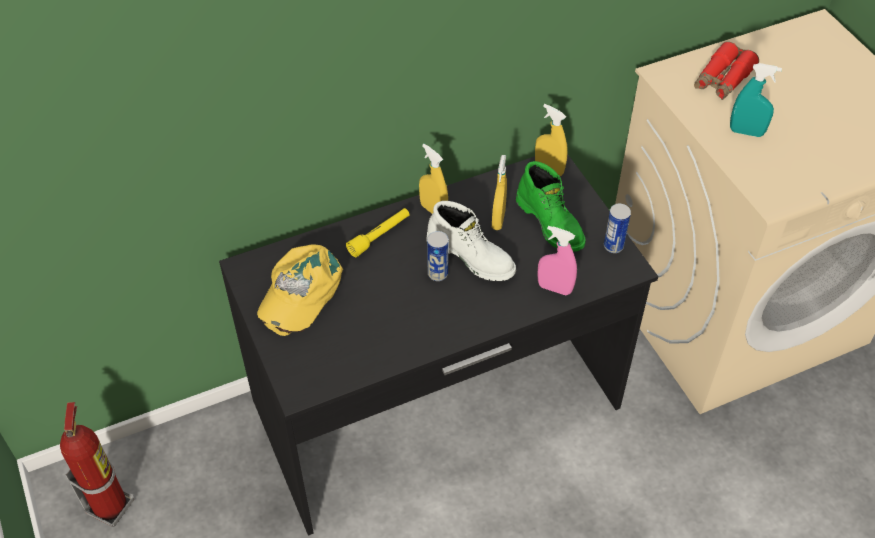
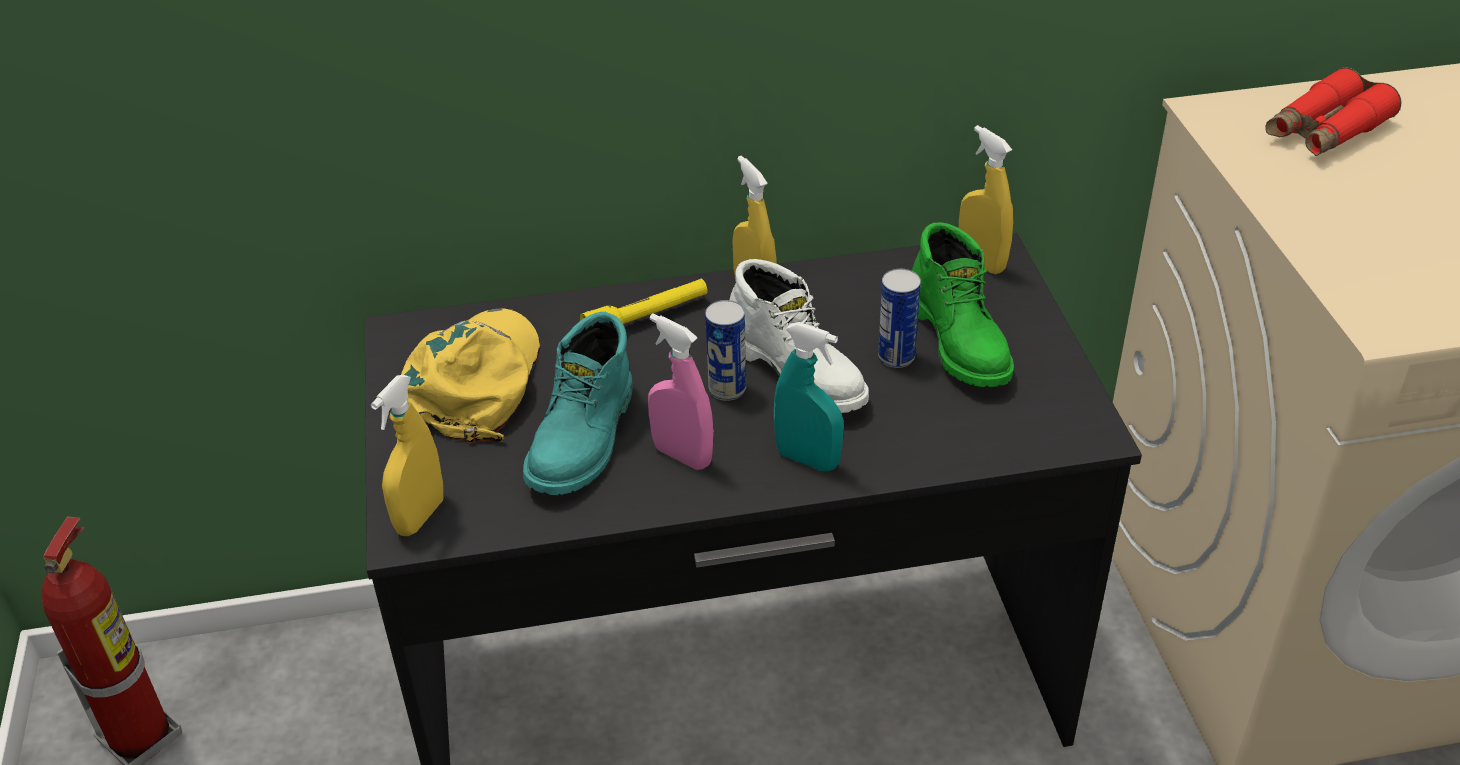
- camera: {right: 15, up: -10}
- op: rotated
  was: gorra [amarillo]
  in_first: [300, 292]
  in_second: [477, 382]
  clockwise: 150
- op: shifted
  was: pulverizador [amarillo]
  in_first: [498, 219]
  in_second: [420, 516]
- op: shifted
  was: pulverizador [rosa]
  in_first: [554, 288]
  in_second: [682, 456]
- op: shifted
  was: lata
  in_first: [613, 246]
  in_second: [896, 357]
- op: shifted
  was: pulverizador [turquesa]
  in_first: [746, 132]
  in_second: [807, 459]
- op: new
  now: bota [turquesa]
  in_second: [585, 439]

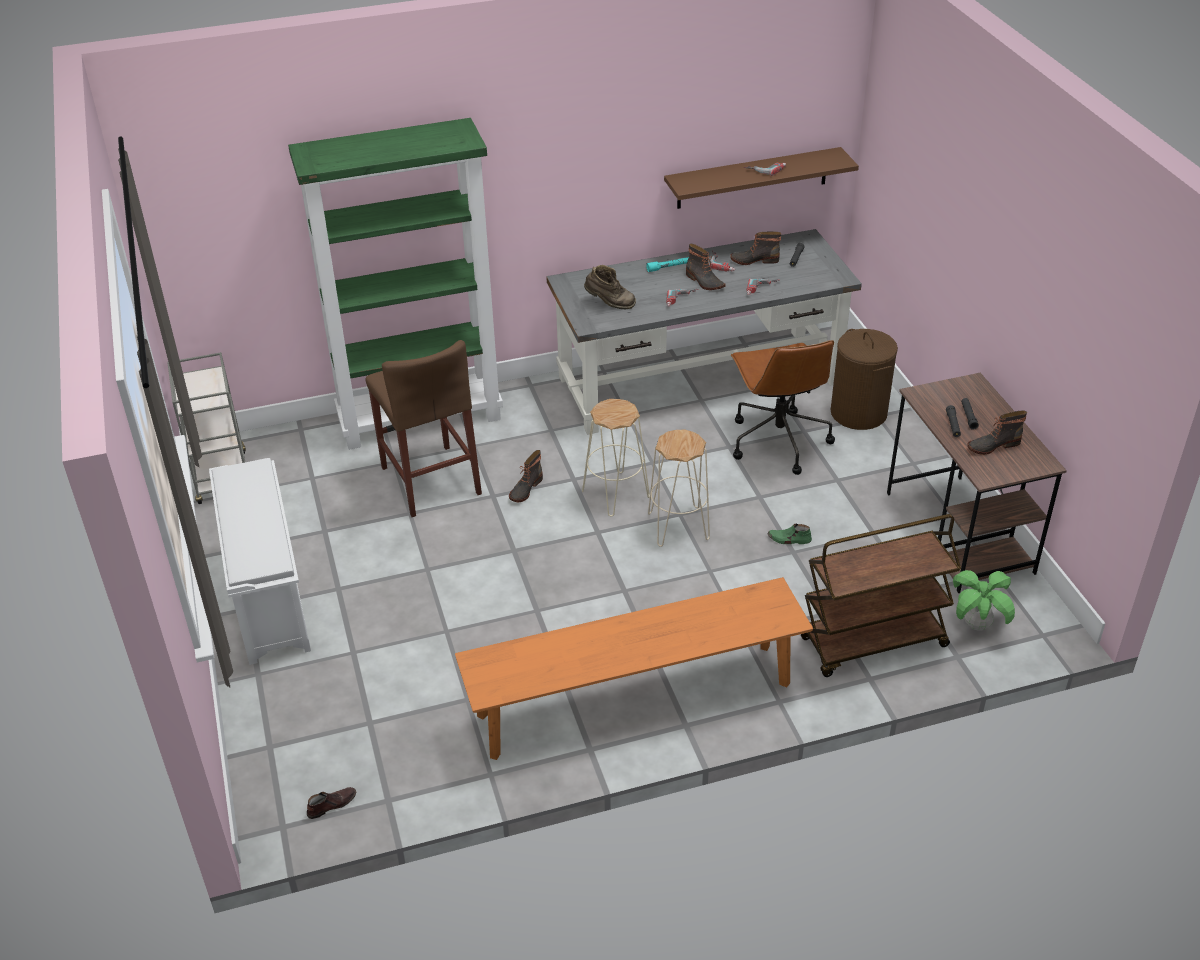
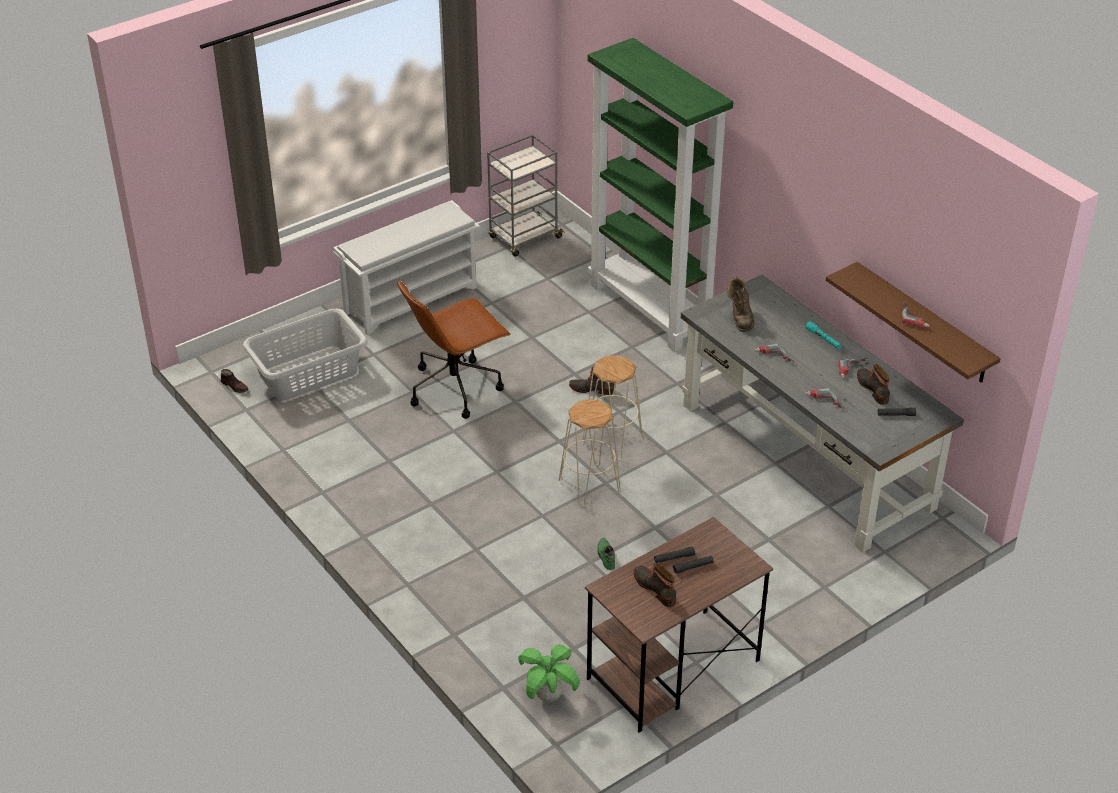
- camera: {right: 70, up: 0}
- op: gone
  was: taburete [marrón]
  in_first: [430, 480]
- op: gone
  was: banco [naranja]
  in_first: [635, 700]
- op: gone
  was: bota
  in_first: [704, 282]
- op: shifted
  was: silla de oficina [marrón]
  in_first: [777, 441]
  in_second: [456, 387]
- op: gone
  was: carrito [marrón]
  in_first: [872, 643]
- op: gone
  was: cesto de la ropa [marrón]
  in_first: [859, 413]
- op: new
  now: cesto de la ropa [gris]
  in_second: [307, 373]

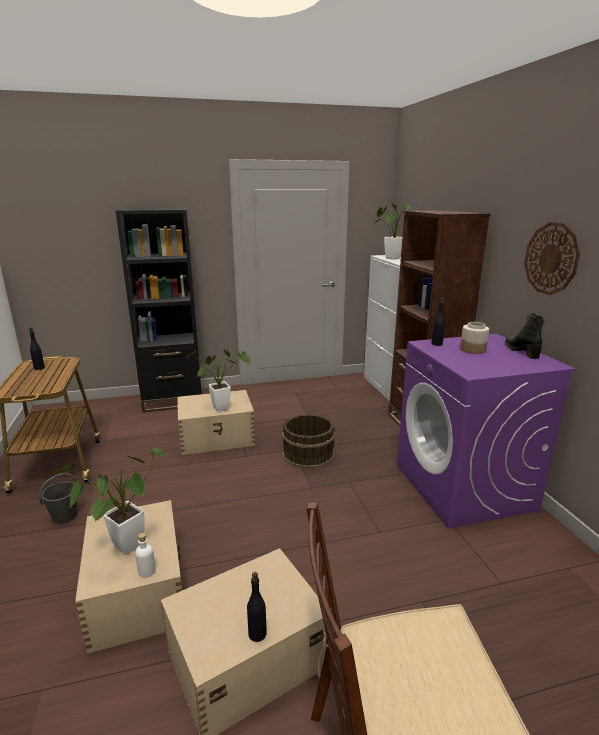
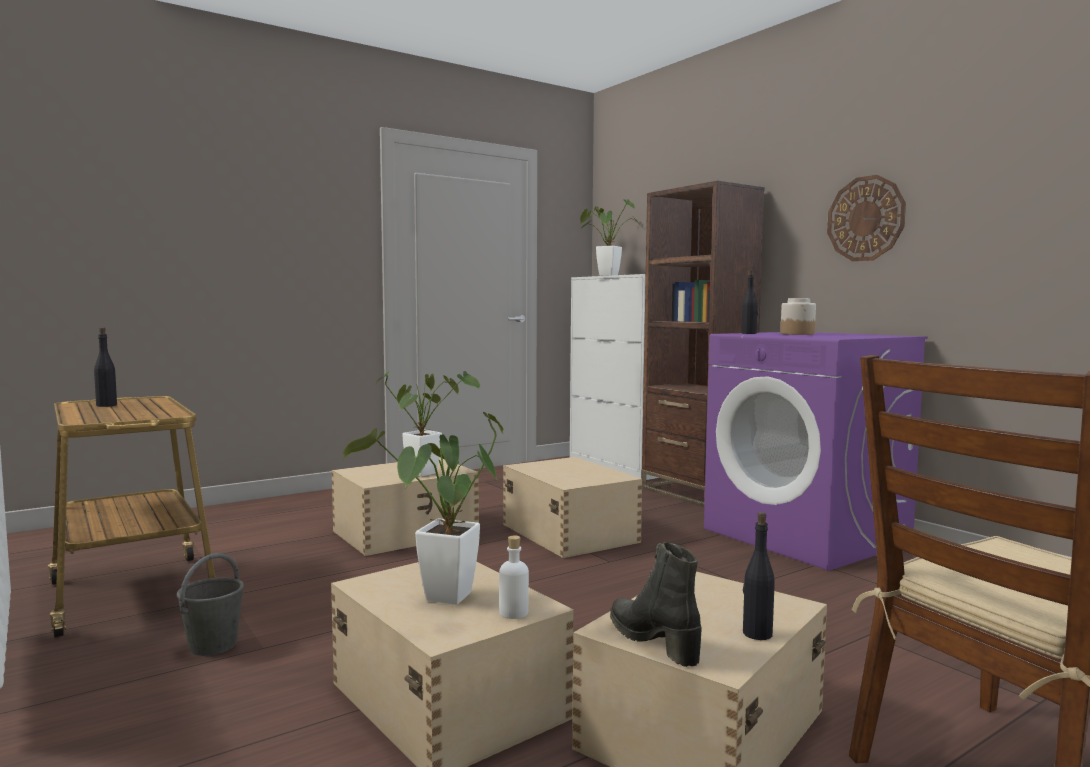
- camera: {right: -20, up: -15}
- op: gone
  was: estantería [negro]
  in_first: [173, 400]
- op: swapped
  was: cubo [marrón]
  now: caja de almacenaje [beis]
  in_first: [308, 454]
  in_second: [569, 532]
- op: shifted
  was: bota [negro]
  in_first: [521, 351]
  in_second: [654, 641]

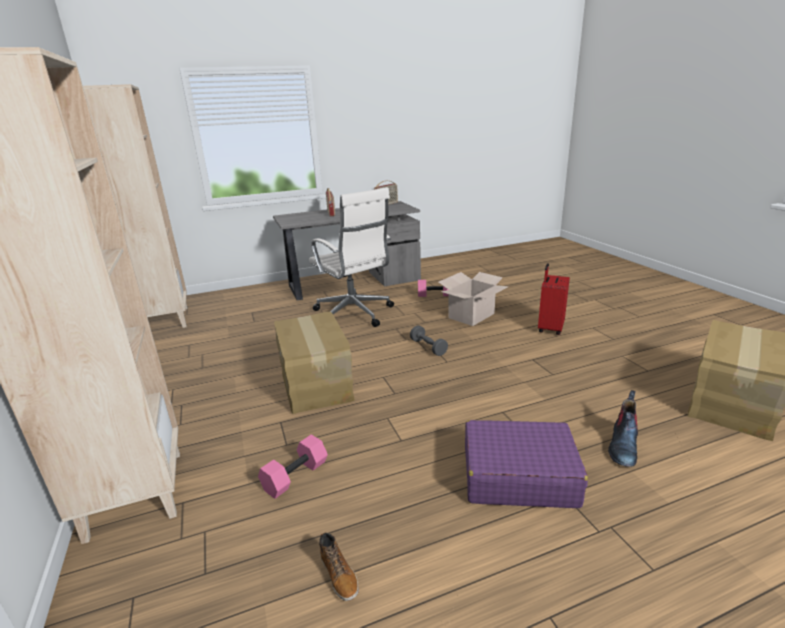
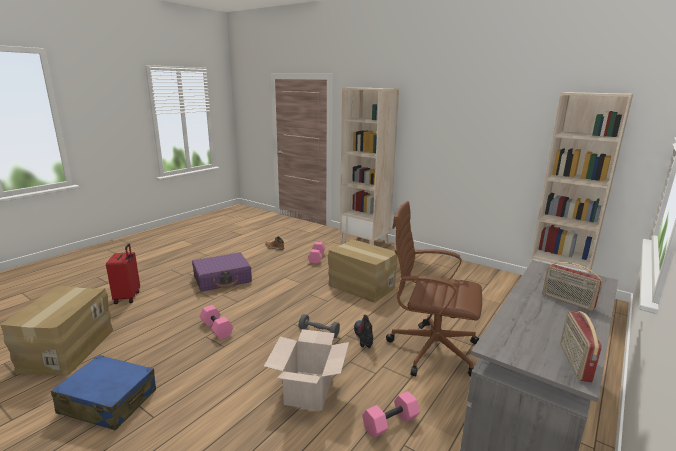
- camera: {right: 145, up: -5}
- op: repainted
  was: silla de oficina [blanco]
  now: silla de oficina [marrón]
  in_first: [354, 314]
  in_second: [430, 349]
- op: shifted
  was: maleta [rojo]
  in_first: [549, 328]
  in_second: [128, 297]
- op: shifted
  was: bota
  in_first: [623, 446]
  in_second: [364, 337]
- op: new
  now: maleta [azul]
  in_second: [108, 402]
- op: new
  now: mancuerna [rosa]
  in_second: [216, 329]

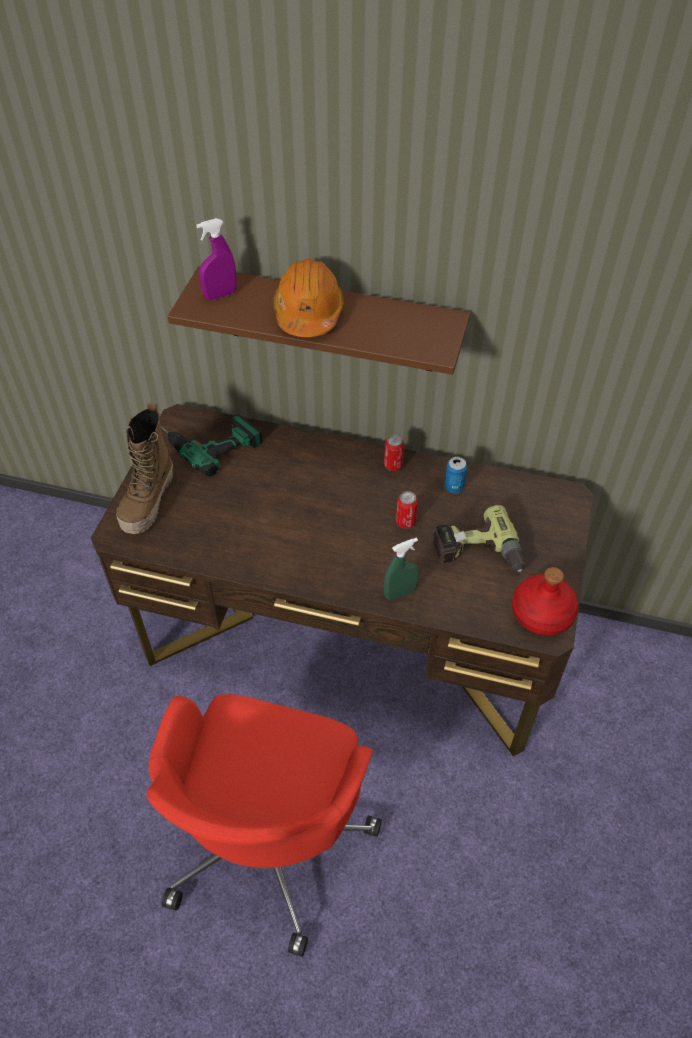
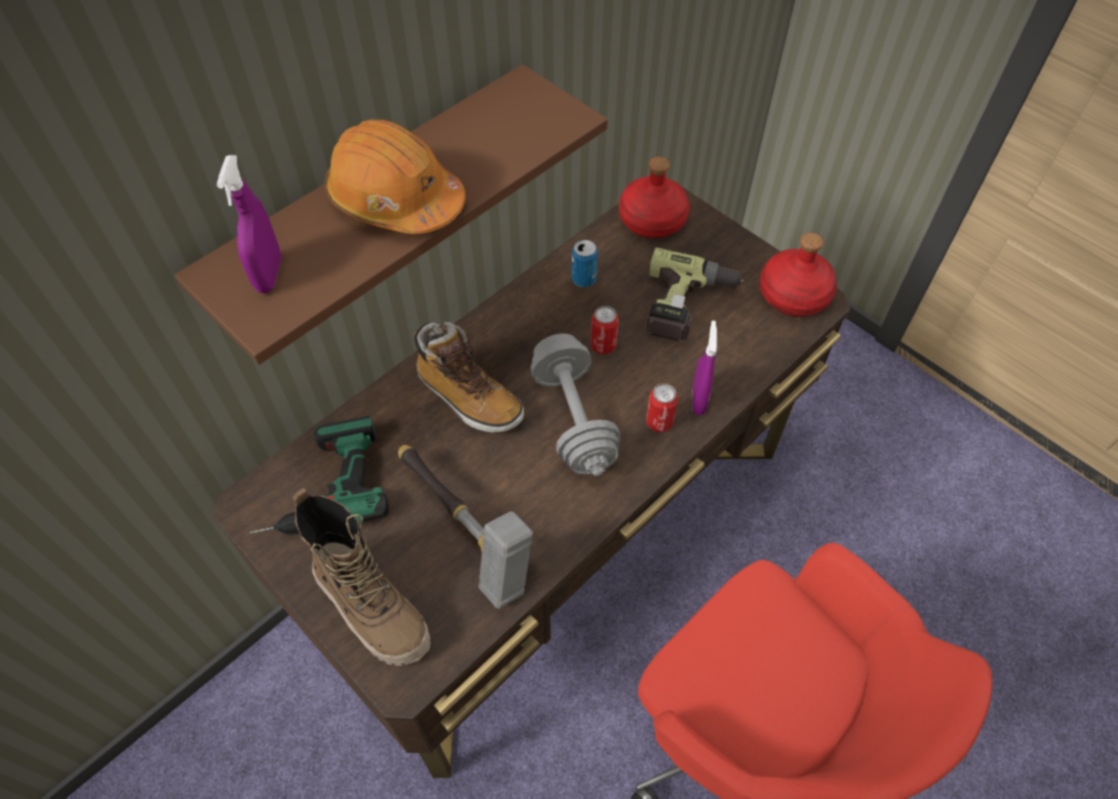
- camera: {right: -60, up: 5}
- op: shifted
  was: lata
  in_first: [393, 465]
  in_second: [659, 422]
- op: repainted
  was: pulverizador [verde]
  now: pulverizador [morado]
  in_first: [399, 593]
  in_second: [698, 400]
- op: new
  now: martillo
  in_second: [465, 532]
- op: new
  now: bota
  in_second: [468, 397]
- op: new
  now: mancuerna [gris]
  in_second: [574, 419]
- op: new
  now: botella [rojo]
  in_second: [651, 220]

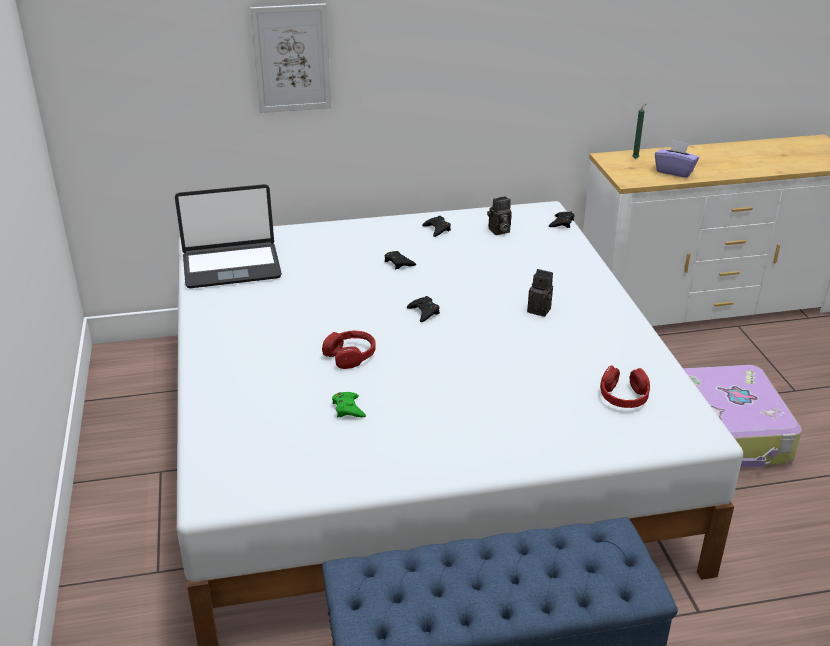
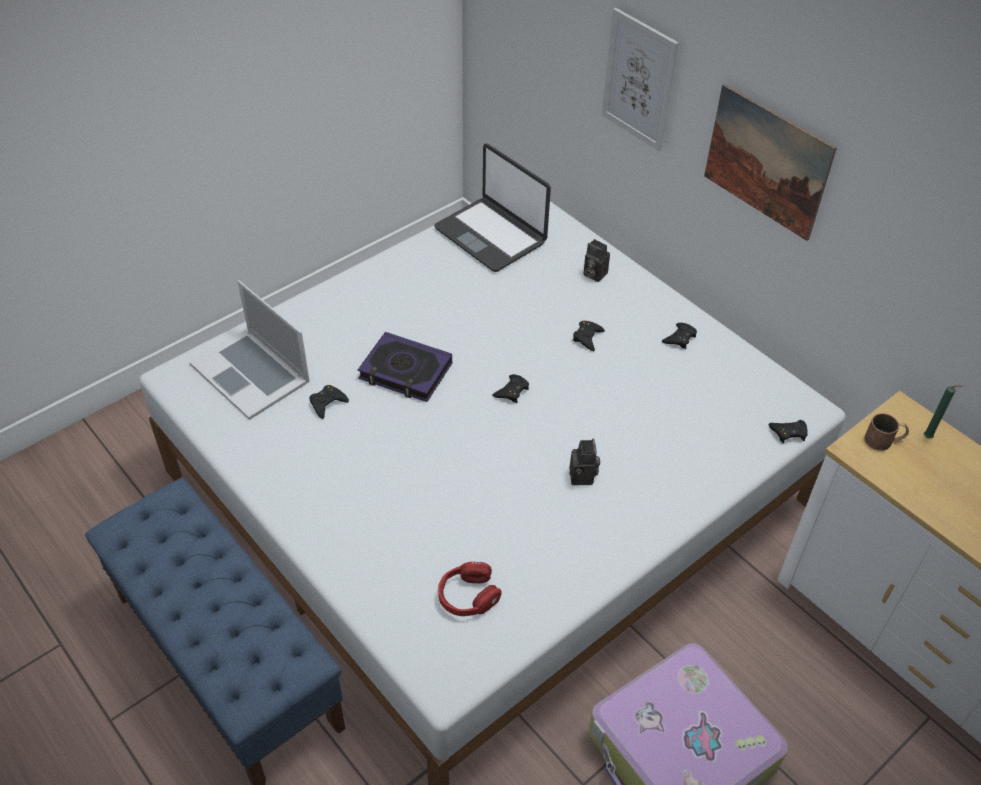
- camera: {right: 60, up: 15}
- op: swapped
  was: auriculares [rojo]
  now: libro
  in_first: [350, 355]
  in_second: [405, 372]
- op: repainted
  was: mando de consola [verde]
  now: mando de consola [negro]
  in_first: [348, 409]
  in_second: [327, 403]
- op: shifted
  was: cámara
  in_first: [498, 231]
  in_second: [593, 274]
- op: gone
  was: caja de pañuelos [morado]
  in_first: [674, 171]
- op: new
  now: portátil
  in_second: [250, 372]
- op: new
  now: cuadro
  in_second: [767, 162]
- op: new
  now: taza grande [marrón]
  in_second: [884, 440]

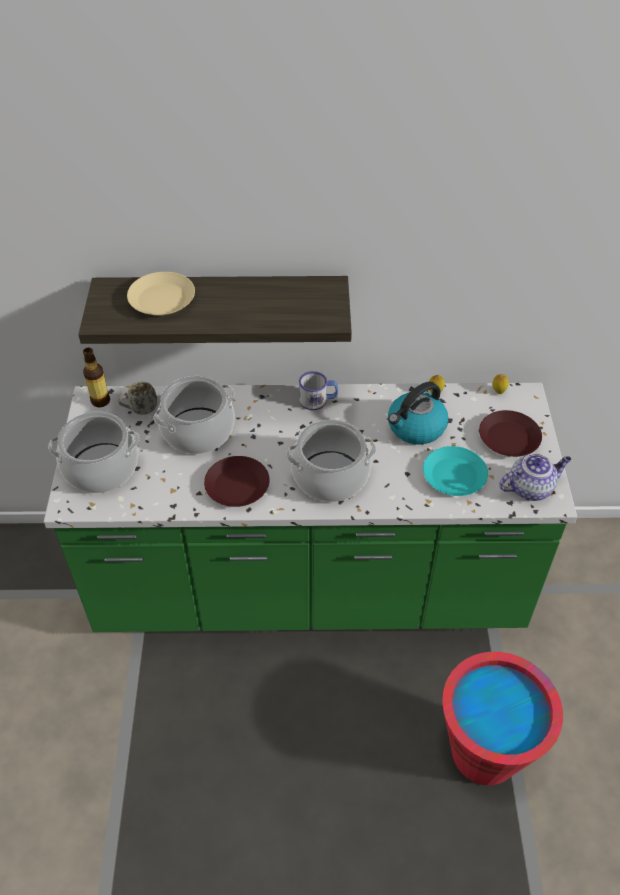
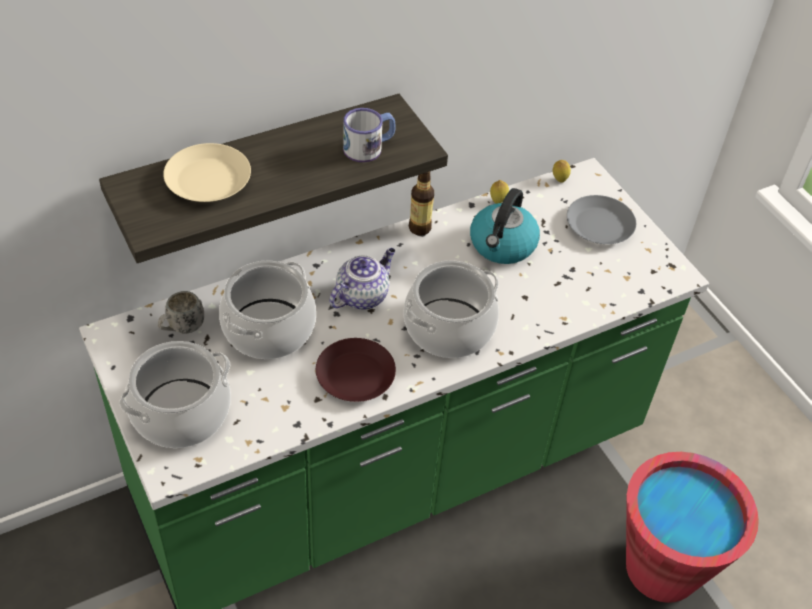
- camera: {right: -30, up: 0}
- op: shifted
  was: botella
  in_first: [100, 401]
  in_second: [419, 228]
- op: shifted
  was: taza grande
  in_first: [318, 400]
  in_second: [369, 147]
- op: gone
  was: plato [turquesa]
  in_first: [454, 476]
- op: repainted
  was: plato [marrón]
  now: plato [gris]
  in_first: [508, 438]
  in_second: [598, 225]
- op: shifted
  was: tetera
  in_first: [530, 488]
  in_second: [362, 295]

